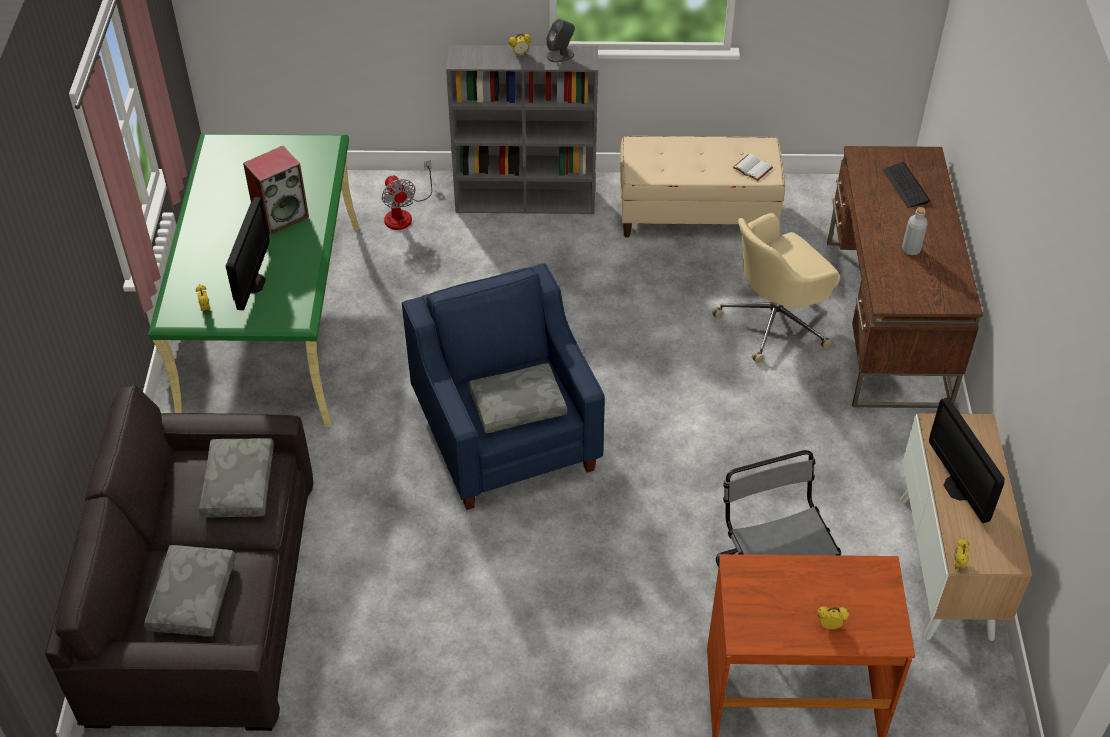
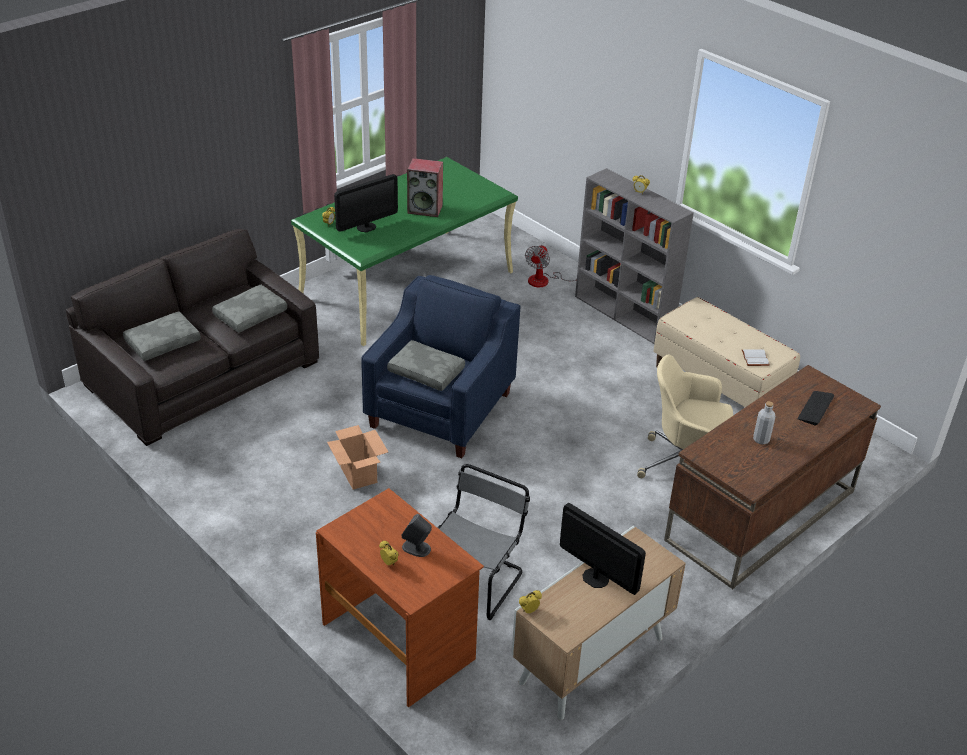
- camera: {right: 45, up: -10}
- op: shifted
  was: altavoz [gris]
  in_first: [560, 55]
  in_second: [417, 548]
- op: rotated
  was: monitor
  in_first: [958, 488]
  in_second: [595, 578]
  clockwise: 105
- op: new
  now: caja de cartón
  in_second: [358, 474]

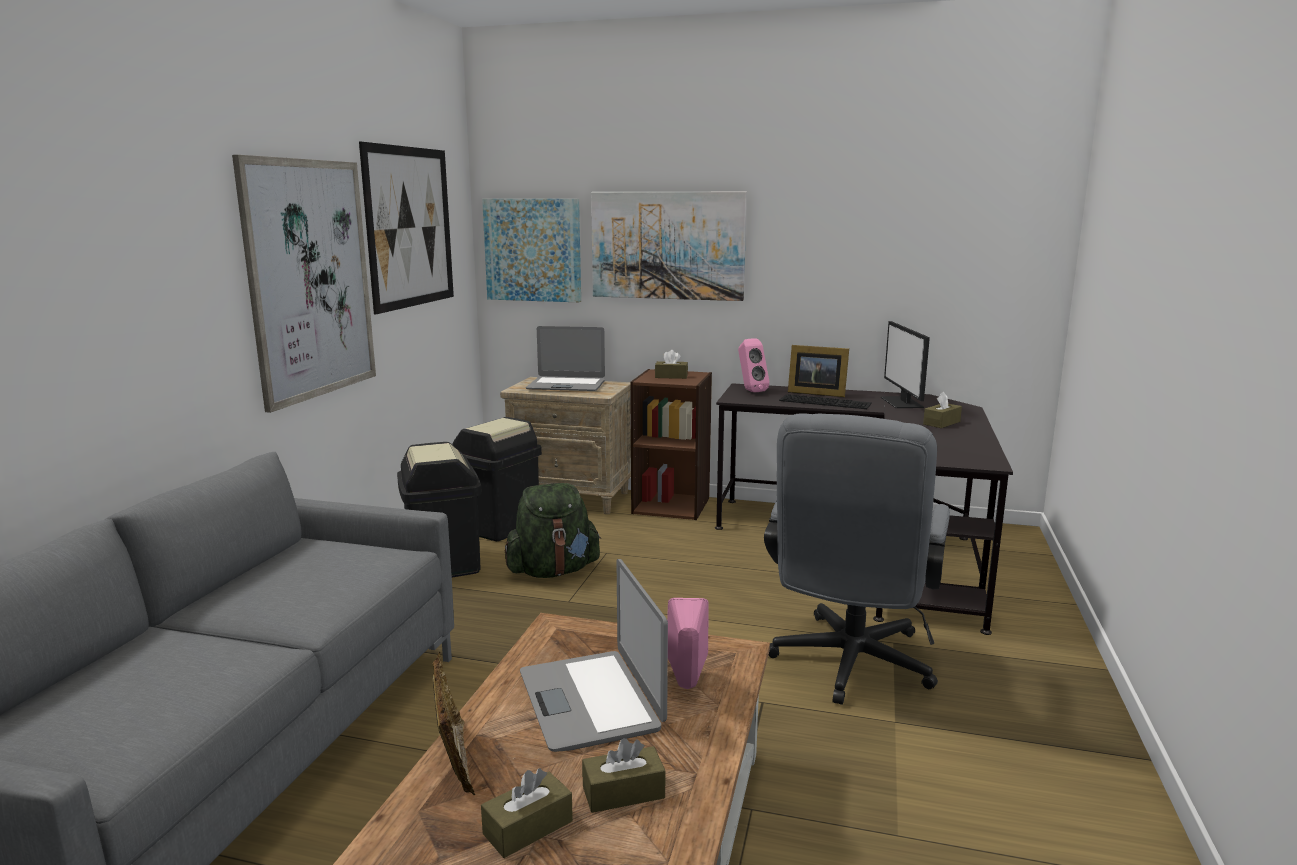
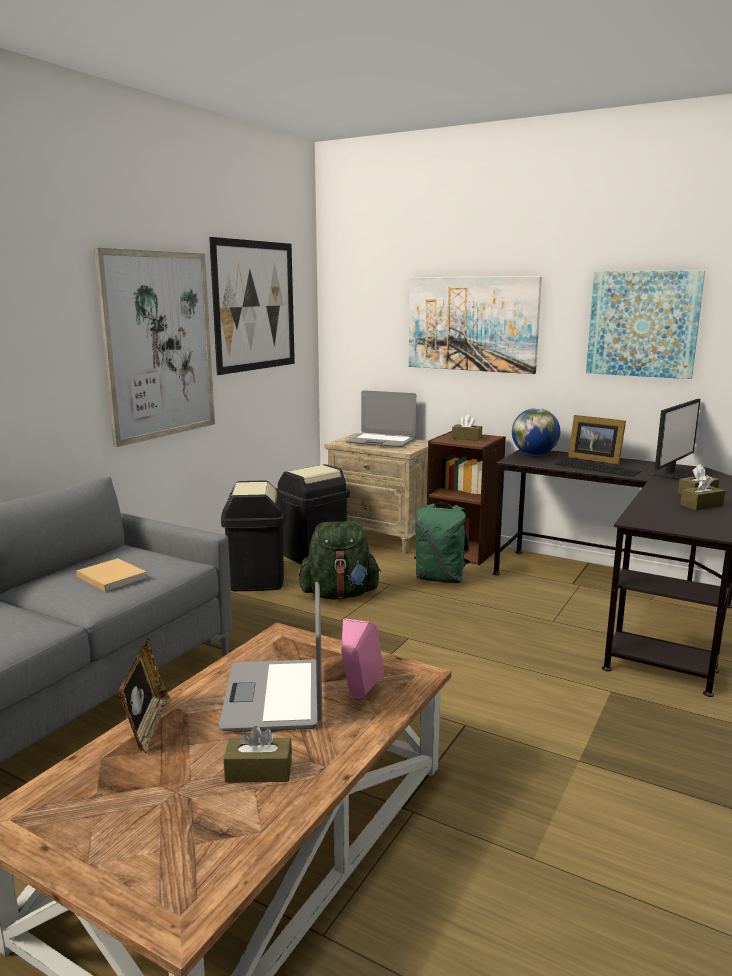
- camera: {right: 15, up: 0}
- op: shifted
  was: caja de pañuelos [marrón]
  in_first: [528, 827]
  in_second: [701, 505]
- op: shifted
  was: cuadro
  in_first: [533, 250]
  in_second: [643, 324]
- op: swapped
  was: altavoz [rosa]
  now: globo terráqueo
  in_first: [750, 391]
  in_second: [534, 454]
- op: gone
  was: silla de oficina [gris]
  in_first: [848, 667]
- op: rotated
  was: monitor
  in_first: [903, 402]
  in_second: [672, 473]
  clockwise: -150
- op: new
  now: libro [beis]
  in_second: [110, 576]
- op: new
  now: mochila [verde]
  in_second: [440, 579]

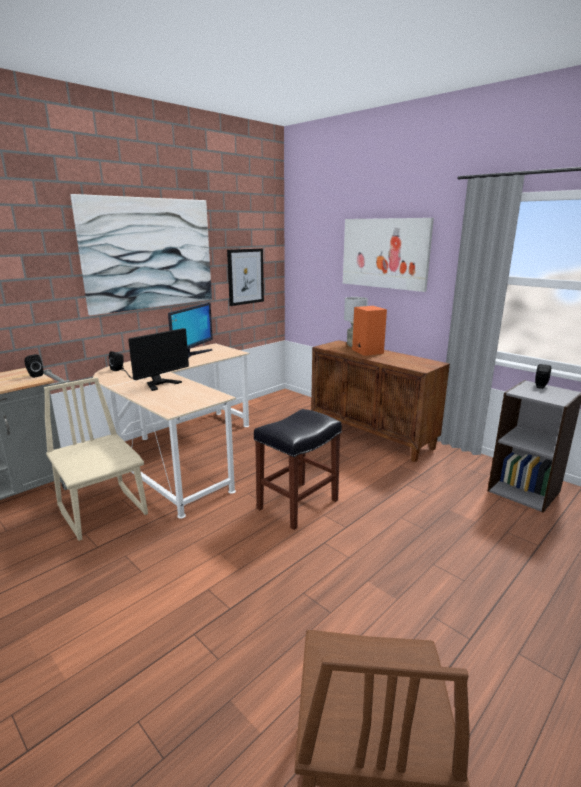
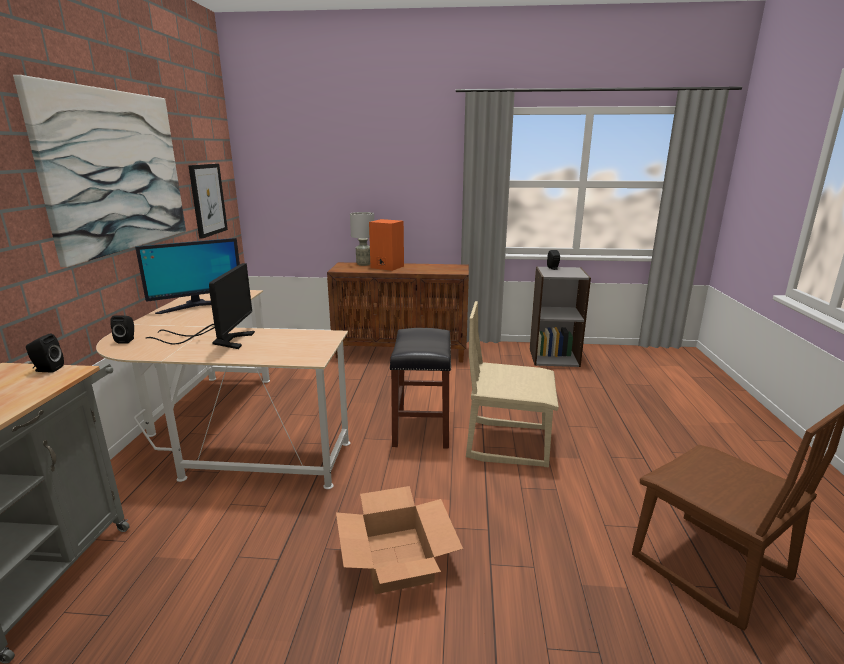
- camera: {right: -40, up: 0}
- op: shifted
  was: silla [beis]
  in_first: [103, 510]
  in_second: [507, 442]
- op: rotated
  was: monitor
  in_first: [191, 355]
  in_second: [197, 306]
  clockwise: 75
- op: gone
  was: cuadro
  in_first: [385, 253]
- op: new
  now: caja de cartón
  in_second: [397, 559]

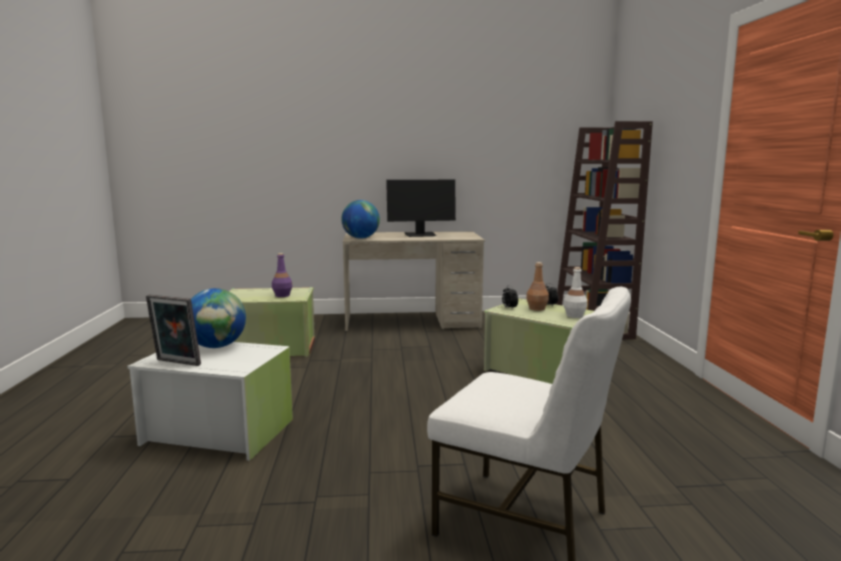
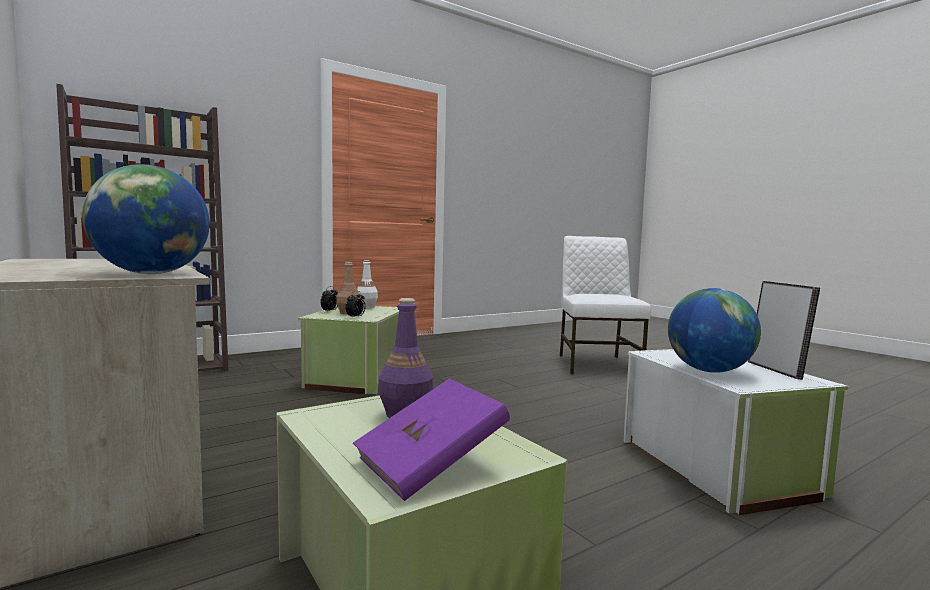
- camera: {right: -120, up: -5}
- op: gone
  was: monitor
  in_first: [420, 235]
- op: new
  now: libro [morado]
  in_second: [430, 466]

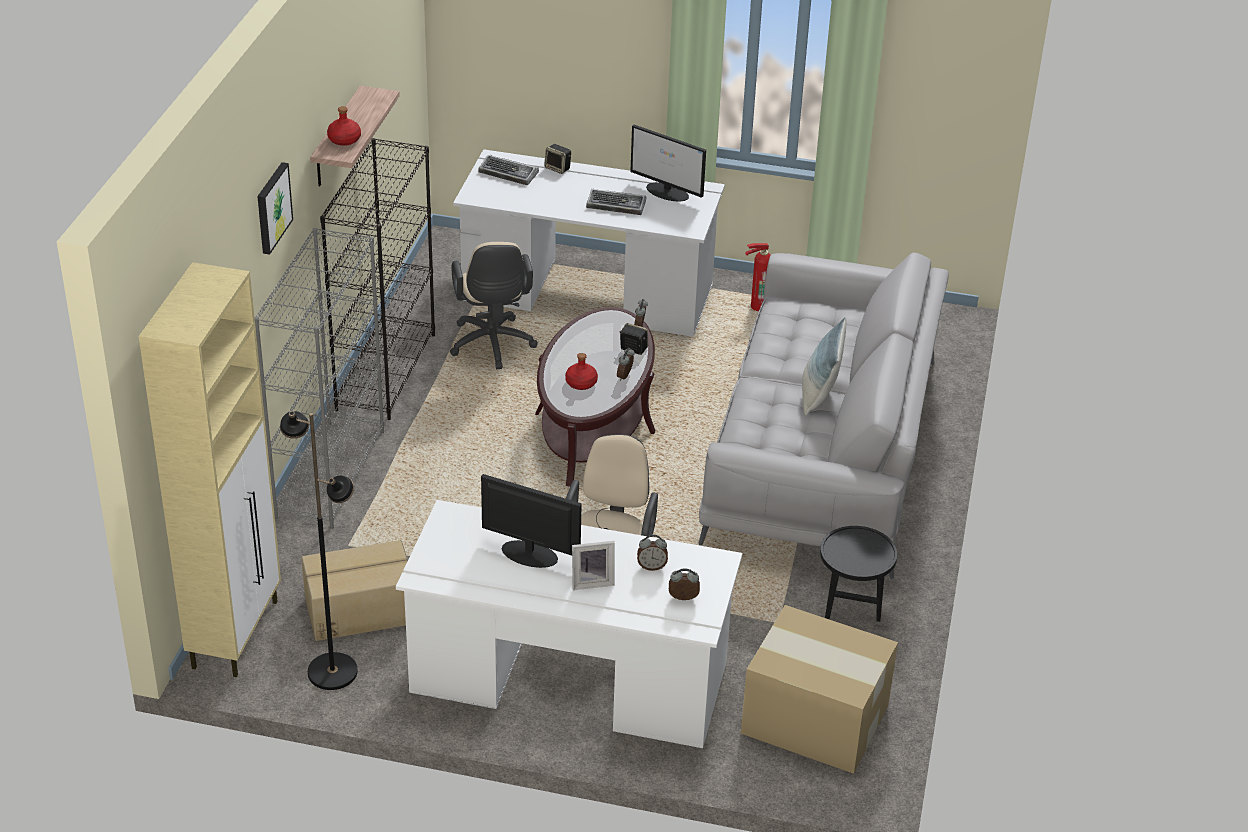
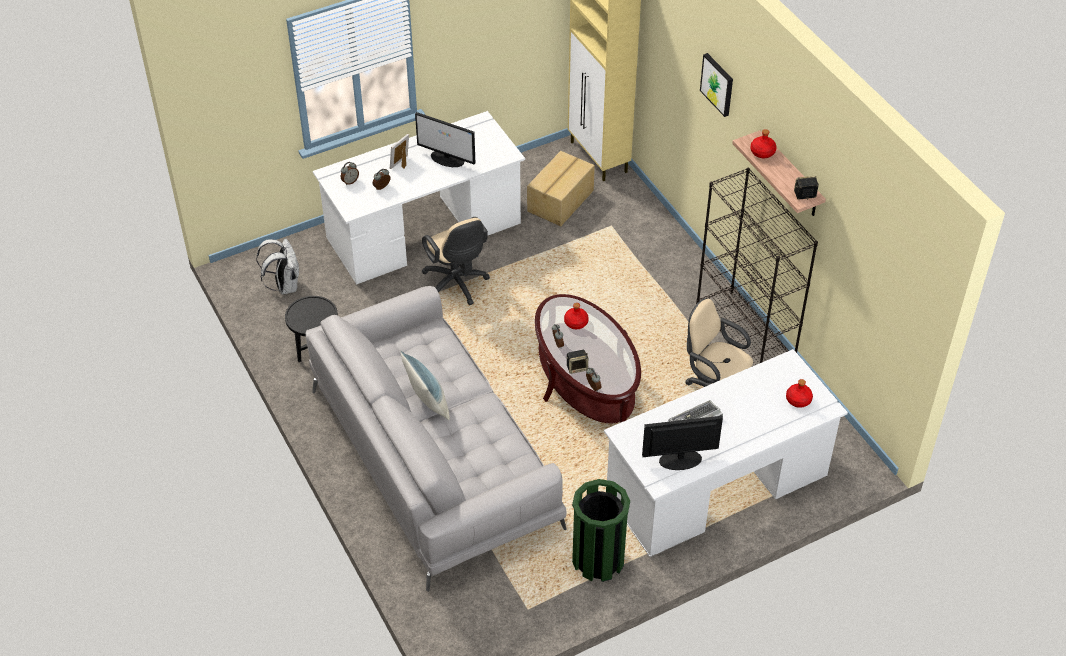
- camera: {right: 140, up: 10}
- op: gone
  was: estantería [gris]
  in_first: [330, 473]
- op: gone
  was: lámpara de pie [negro]
  in_first: [332, 671]
- op: swapped
  was: teclado
  now: botella [rojo]
  in_first: [509, 174]
  in_second: [798, 400]
- op: rotated
  was: monitor
  in_first: [528, 553]
  in_second: [447, 159]
  clockwise: 45
- op: shifted
  was: altavoz
  in_first: [558, 168]
  in_second: [804, 195]
- op: swapped
  was: caja de cartón
  now: mochila [blanco]
  in_first: [816, 721]
  in_second: [284, 286]
- op: swapped
  was: extintor
  now: papelera [verde]
  in_first: [757, 306]
  in_second: [598, 560]

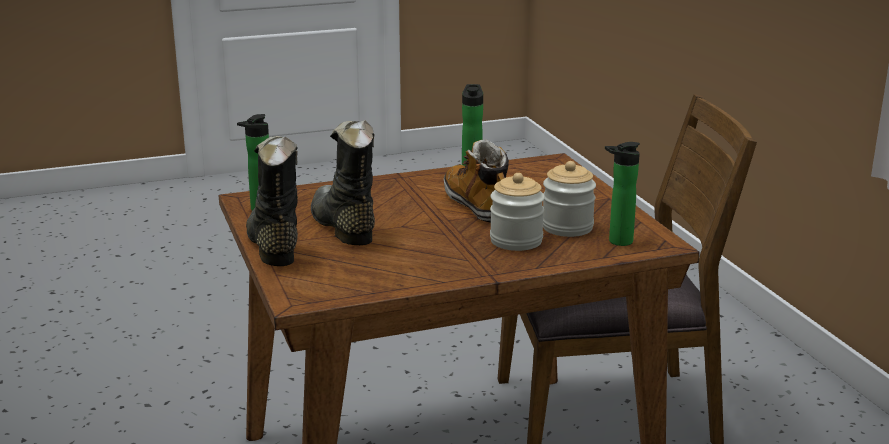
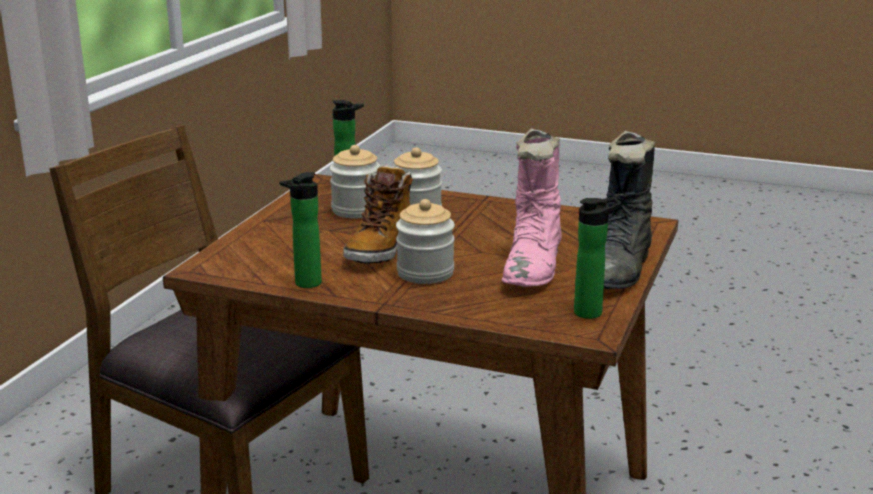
- camera: {right: -140, up: 0}
- op: repainted
  was: bota [negro]
  now: bota [rosa]
  in_first: [342, 226]
  in_second: [534, 267]
- op: new
  now: tarro
  in_second: [425, 273]

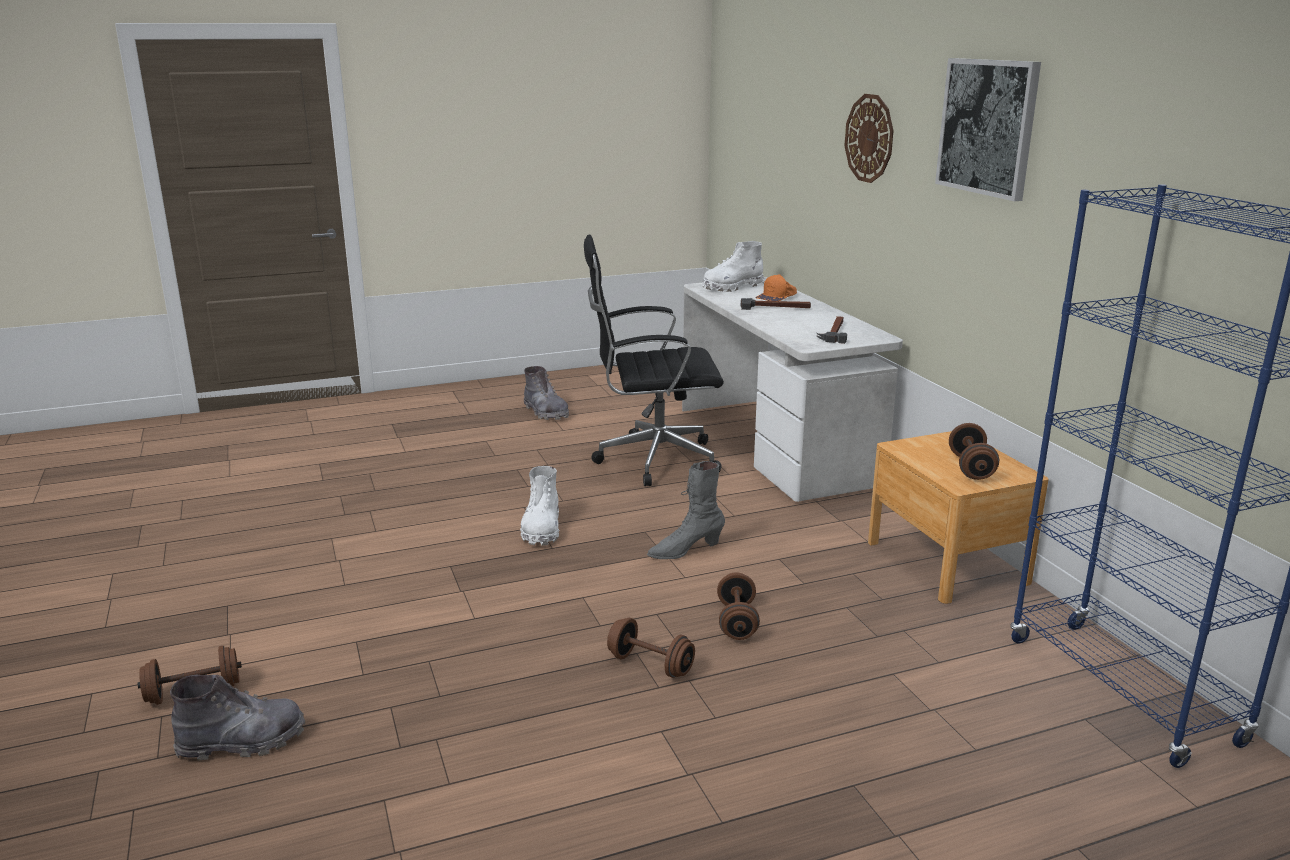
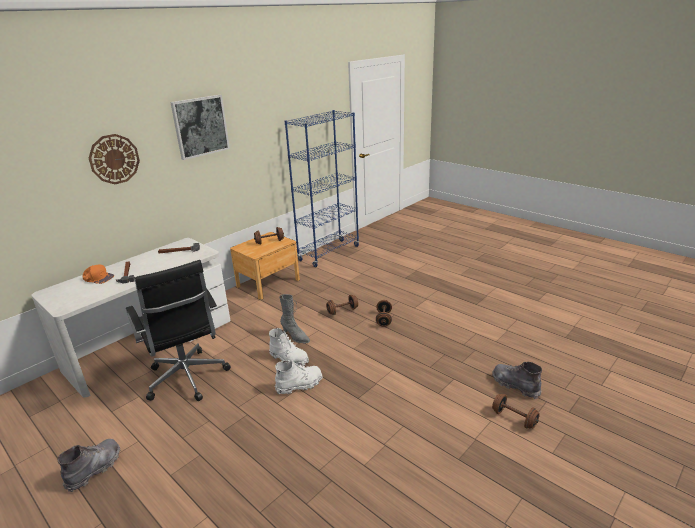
- camera: {right: -115, up: 5}
- op: shifted
  was: bota [blanco]
  in_first: [732, 287]
  in_second: [289, 359]

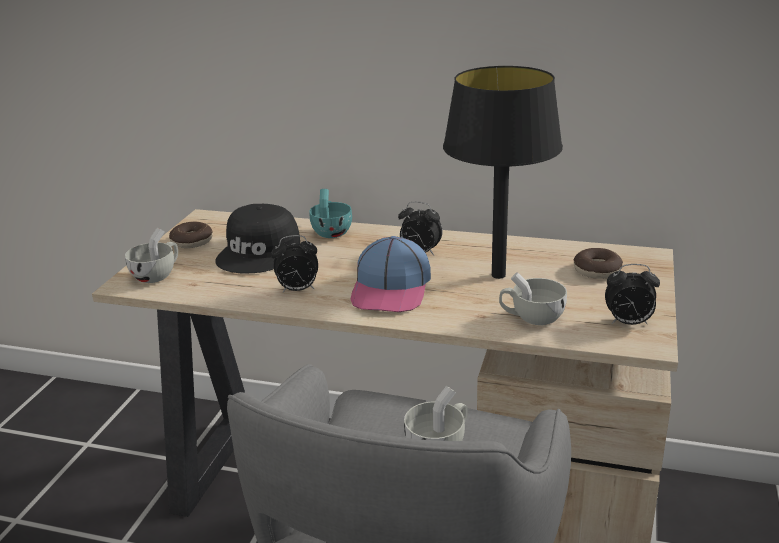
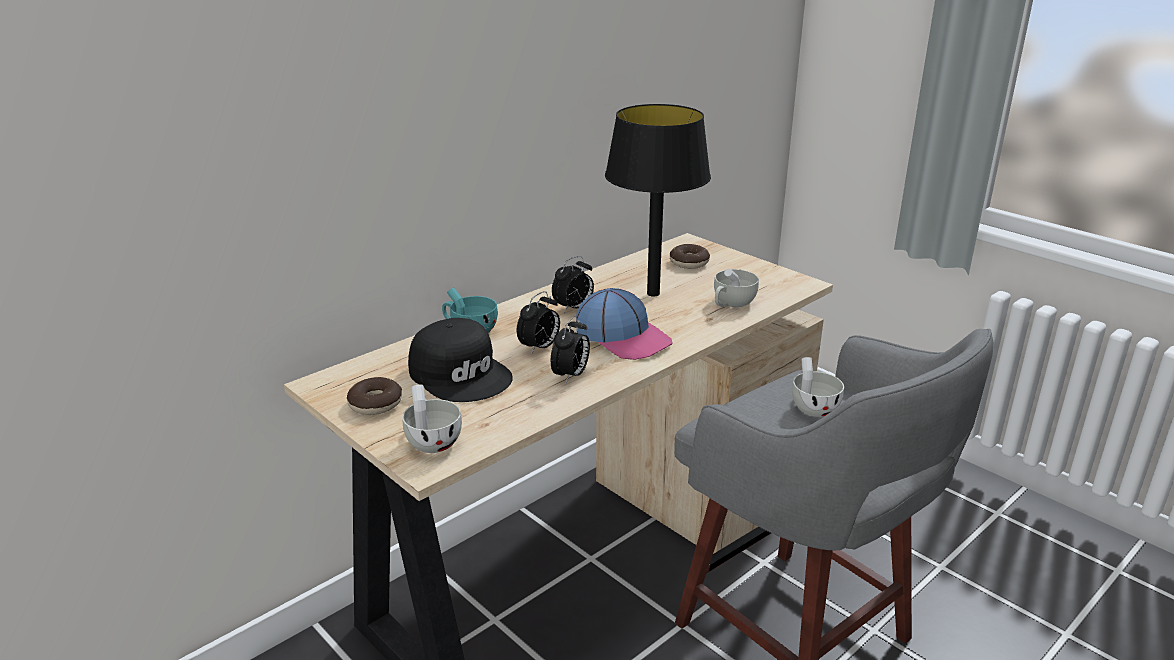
- camera: {right: -60, up: 0}
- op: shifted
  was: despertador
  in_first: [628, 323]
  in_second: [539, 348]

